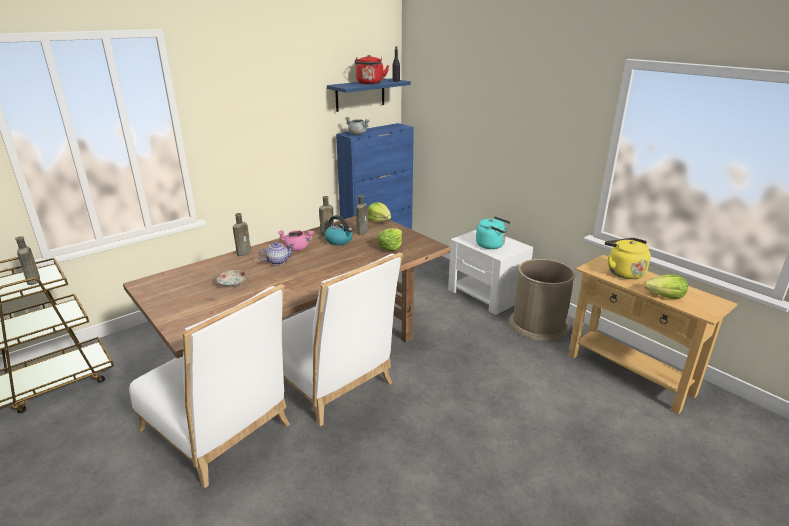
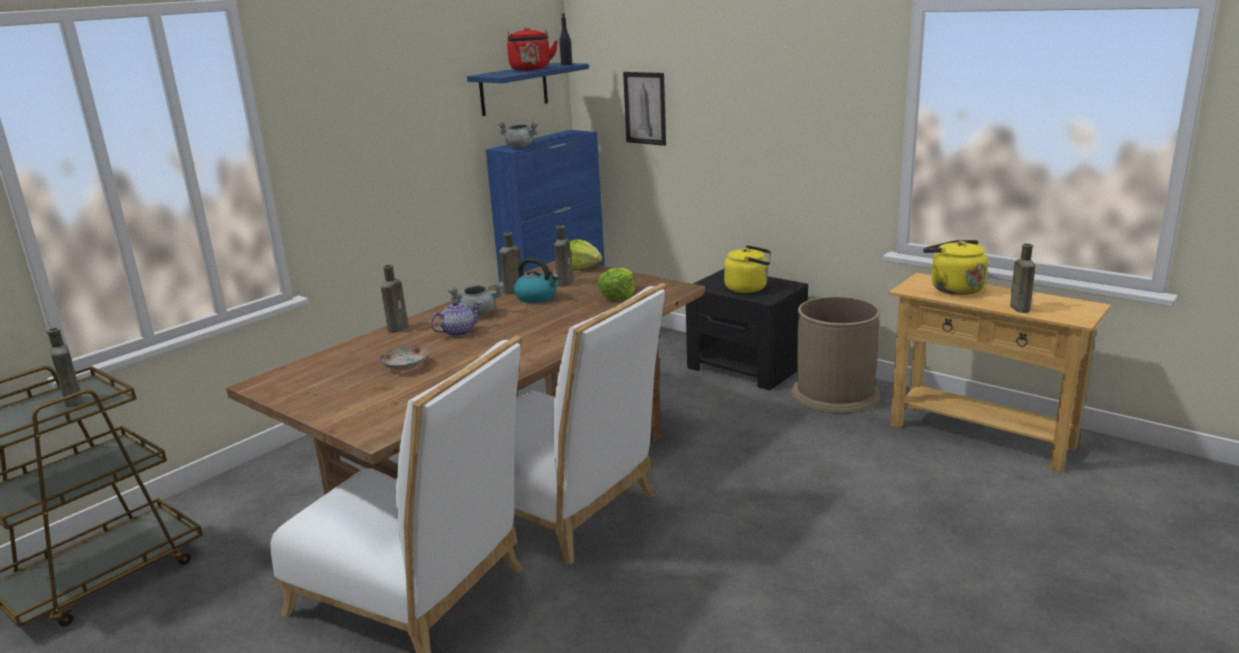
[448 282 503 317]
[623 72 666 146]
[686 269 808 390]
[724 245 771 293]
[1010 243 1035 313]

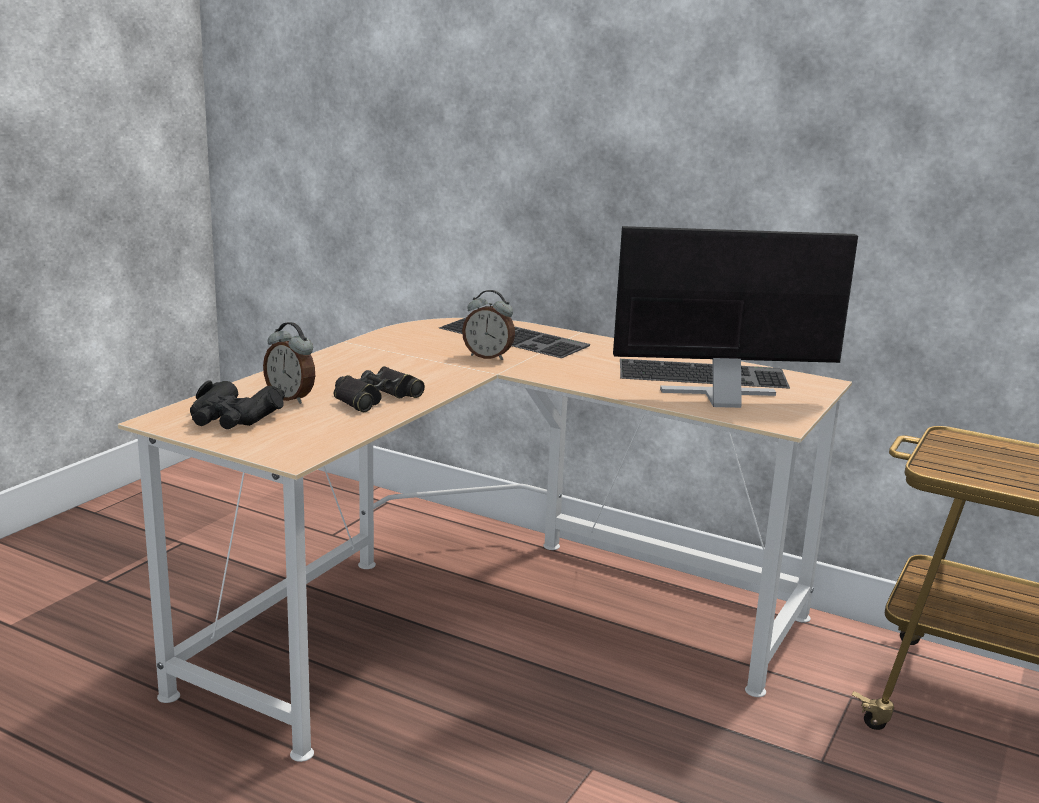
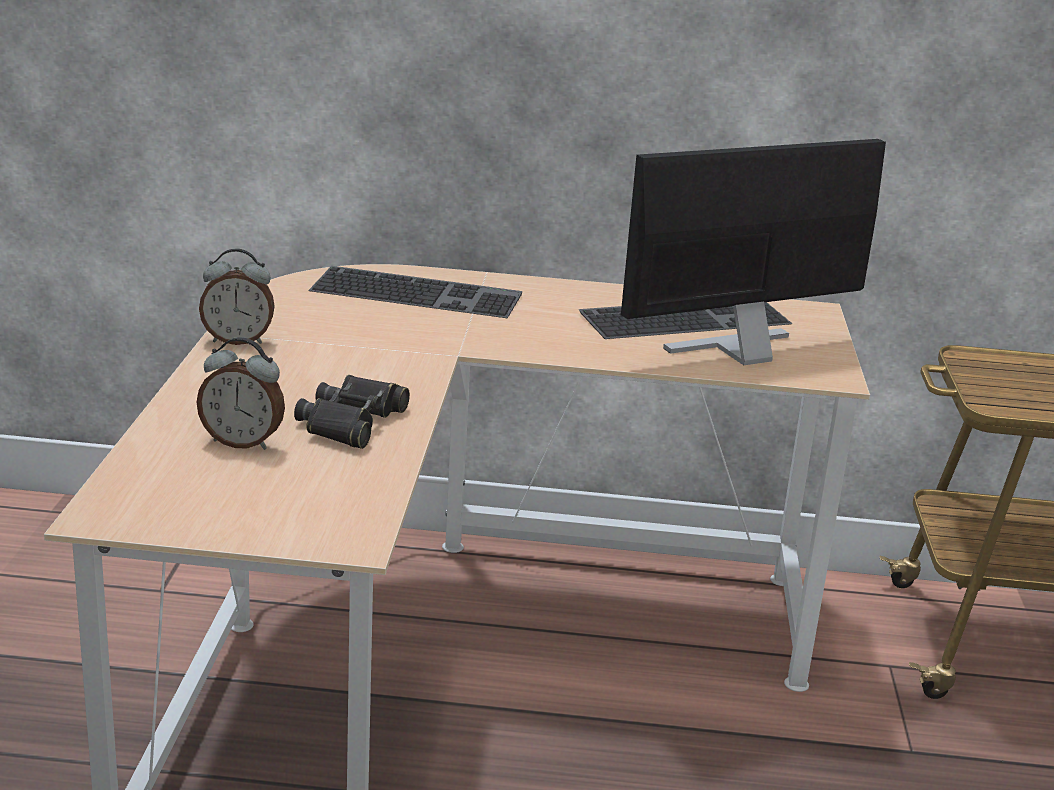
[199 248 275 345]
[190 380 285 429] (first image)

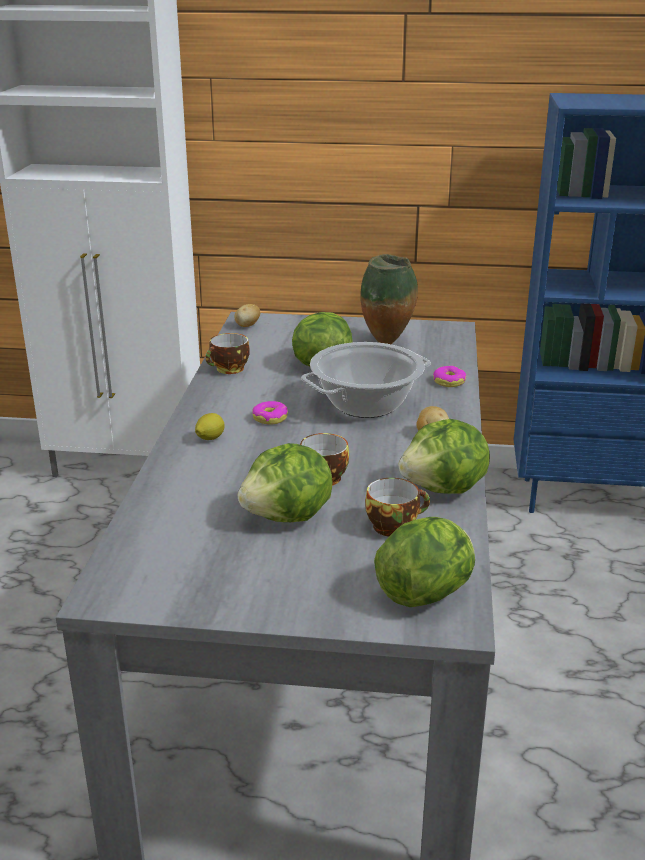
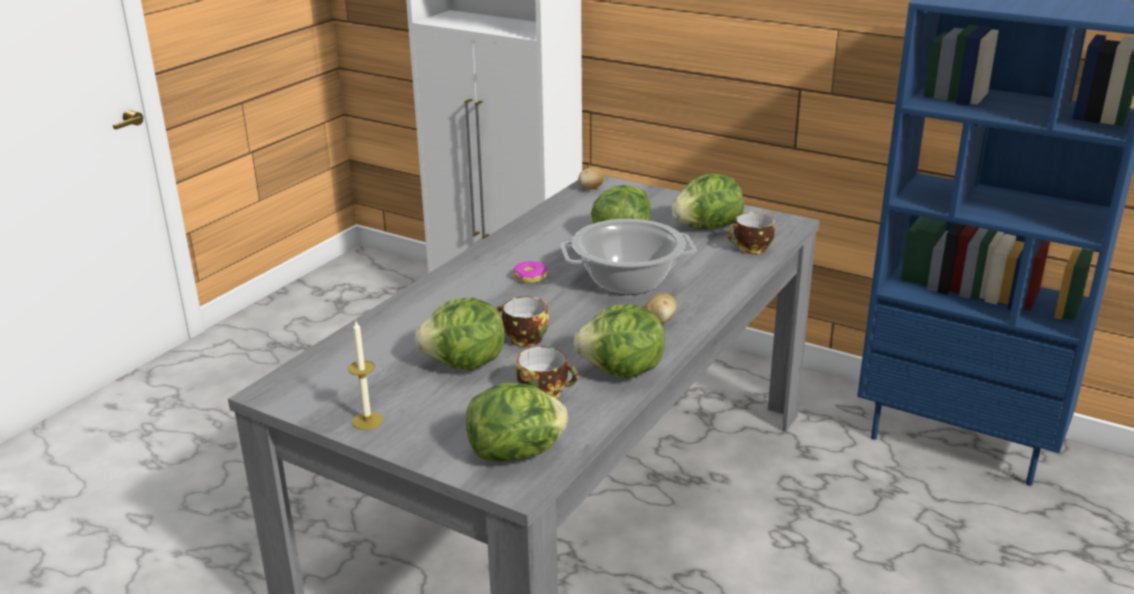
[348 321 383 430]
[672 173 744 229]
[727 212 775 254]
[195 413 224 440] (first image)
[433 366 466 387] (first image)

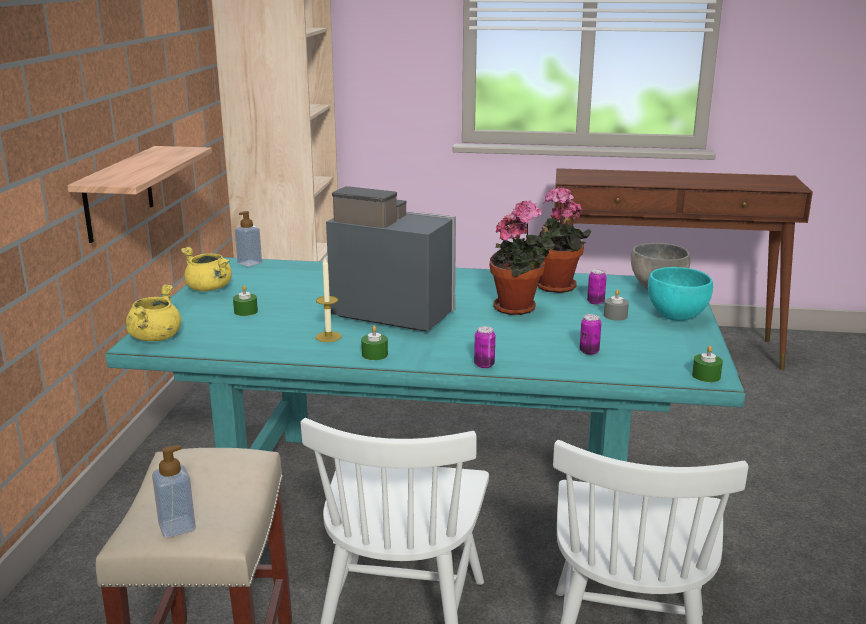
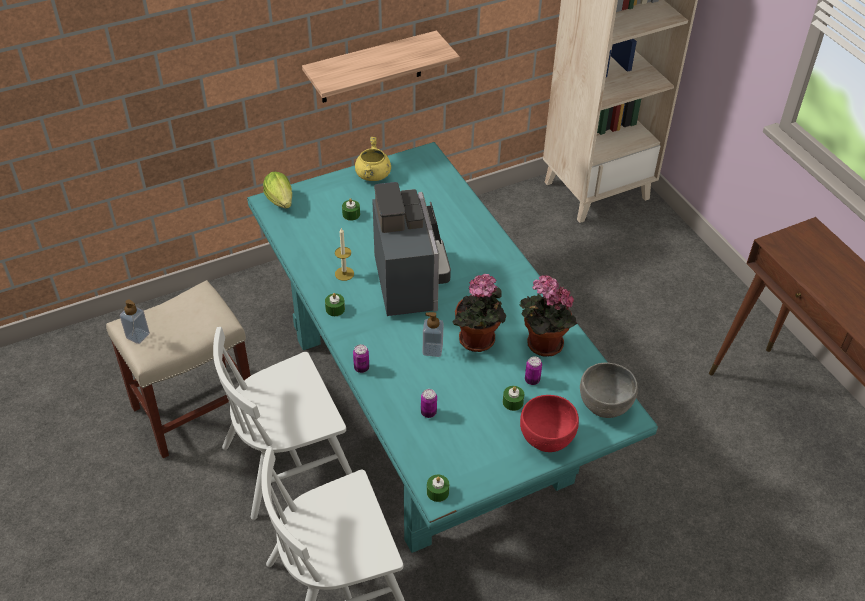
[263 172 292 209]
[423 312 444 357]
[503 386 524 411]
[520 395 579 452]

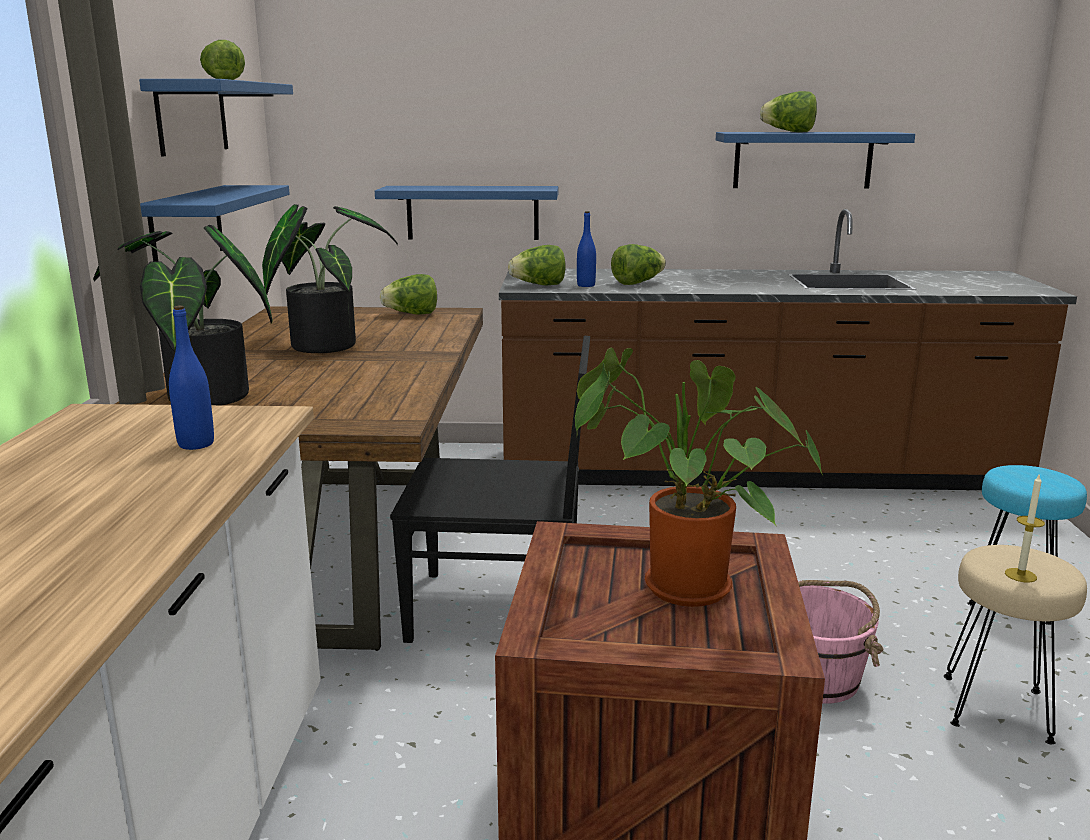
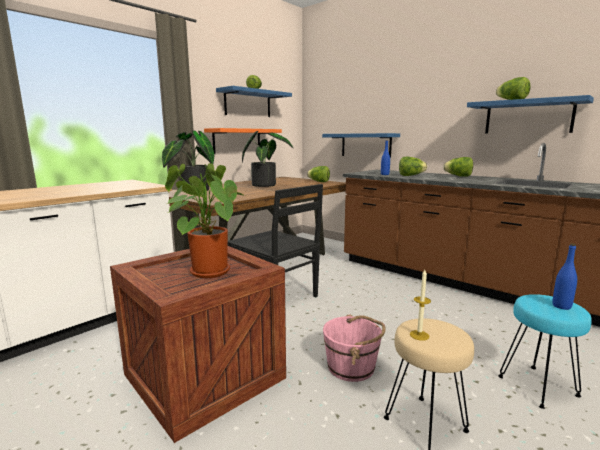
[204 128 282 154]
[443 157 473 177]
[552 244 577 310]

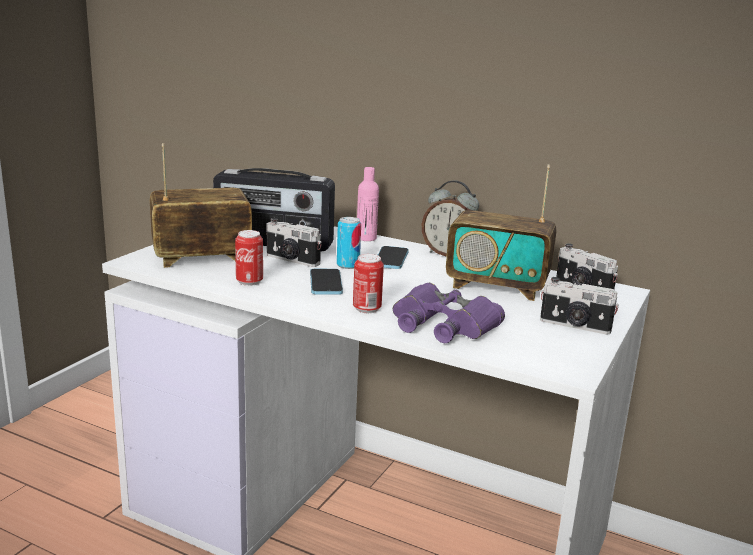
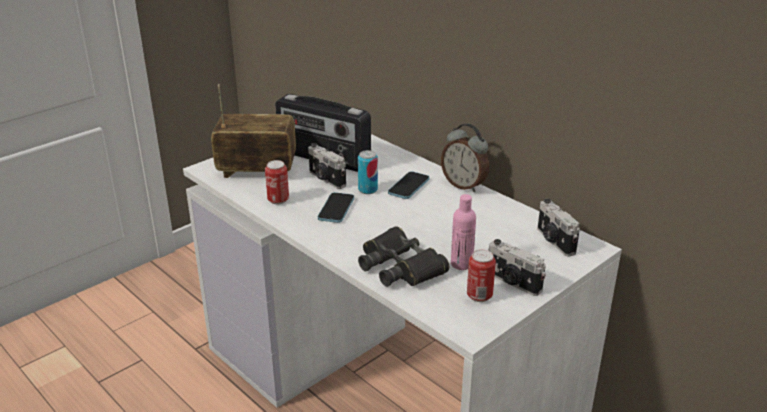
[358 226 449 287]
[451 194 476 270]
[467 249 496 302]
[446 165 556 301] (first image)

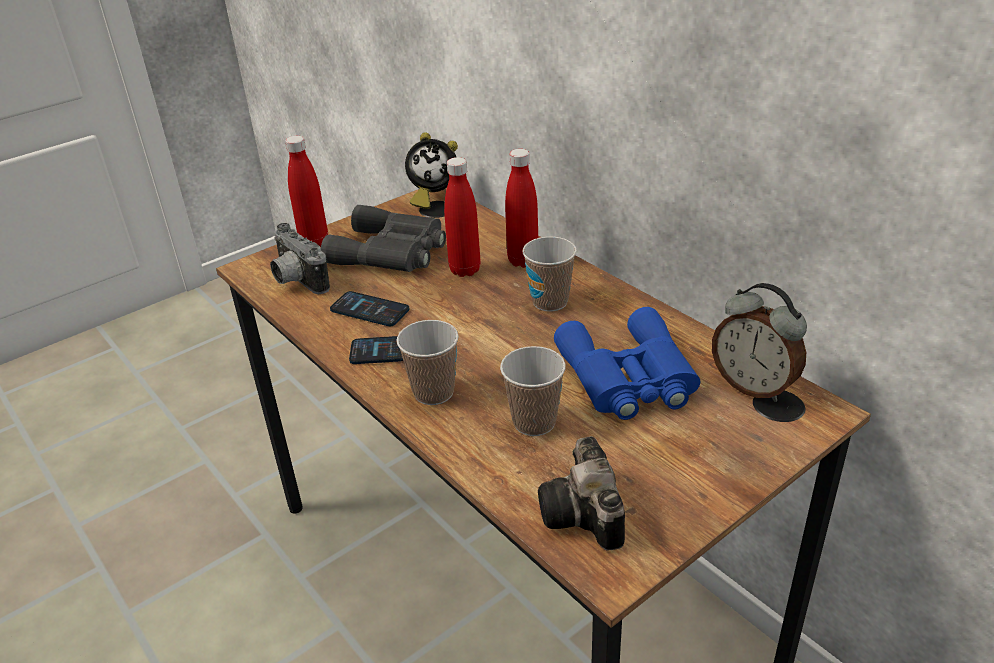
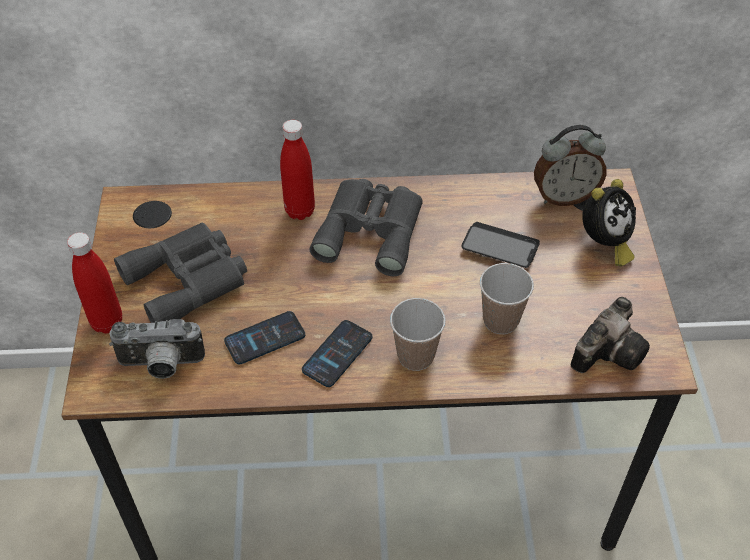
[310 179 423 276]
[462 222 540 268]
[571 297 650 373]
[582 179 636 266]
[444 157 480 277] (first image)

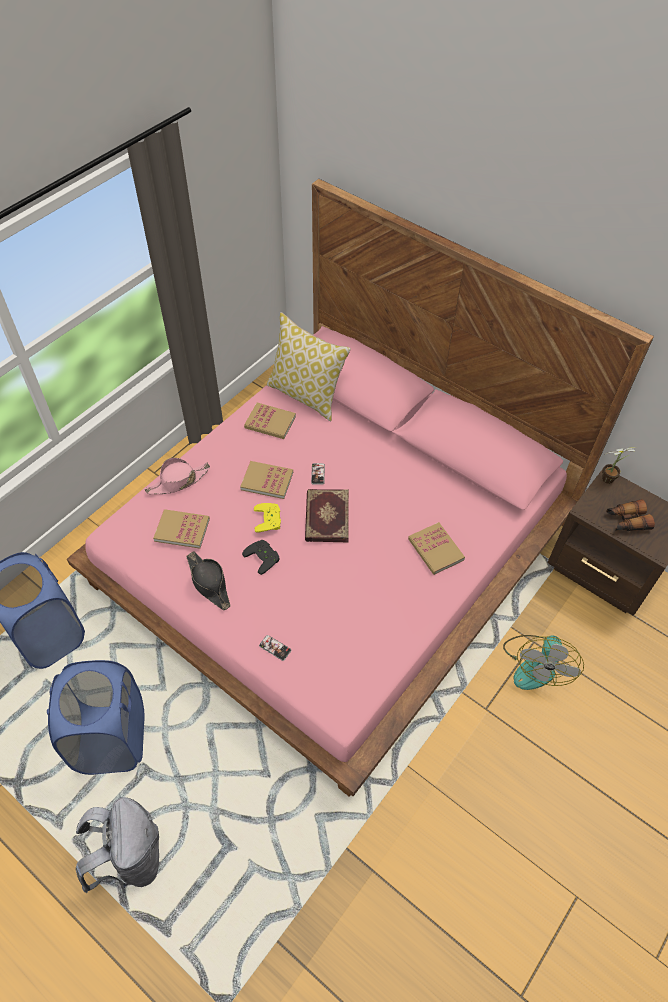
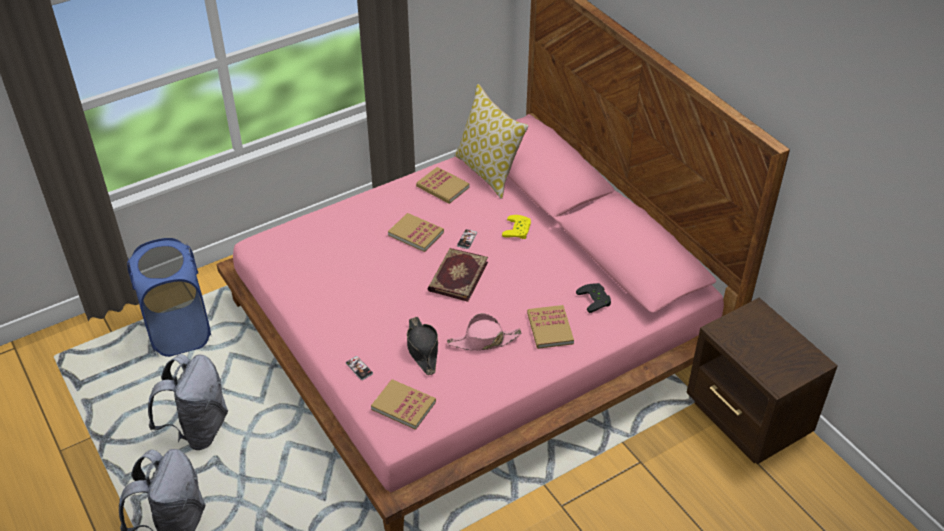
[148 354 228 450]
[371 379 436 430]
[407 317 438 375]
[447 313 521 350]
[502 215 531 239]
[576 283 611 313]
[503 635 584 690] (first image)
[602 447 637 484] (first image)
[606 499 655 531] (first image)

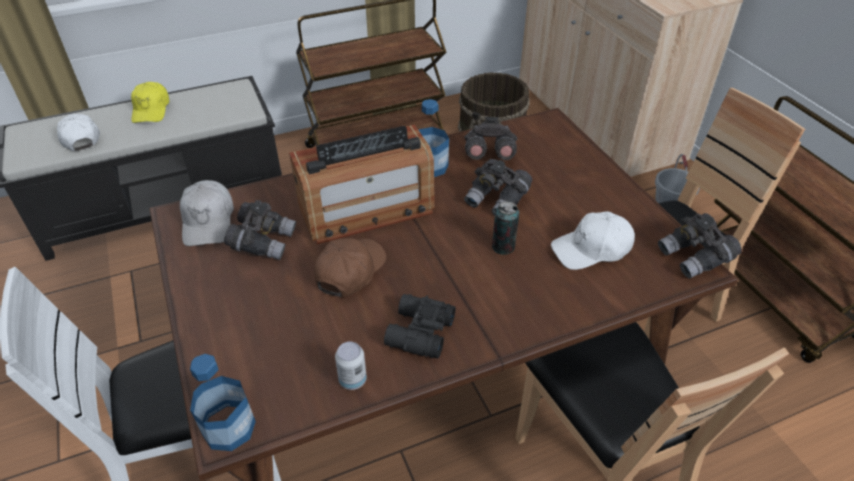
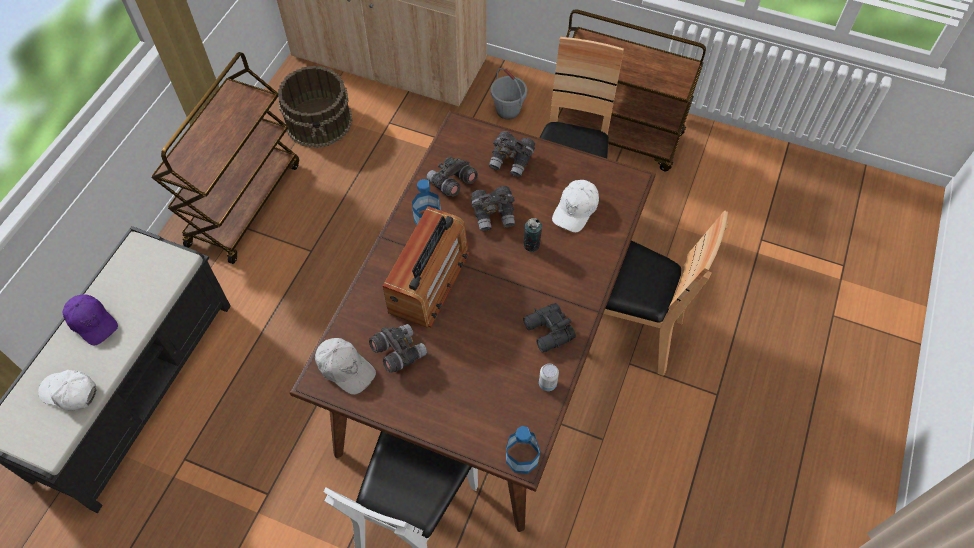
[63 295 118 345]
[489 131 535 177]
[315 238 386 297] (first image)

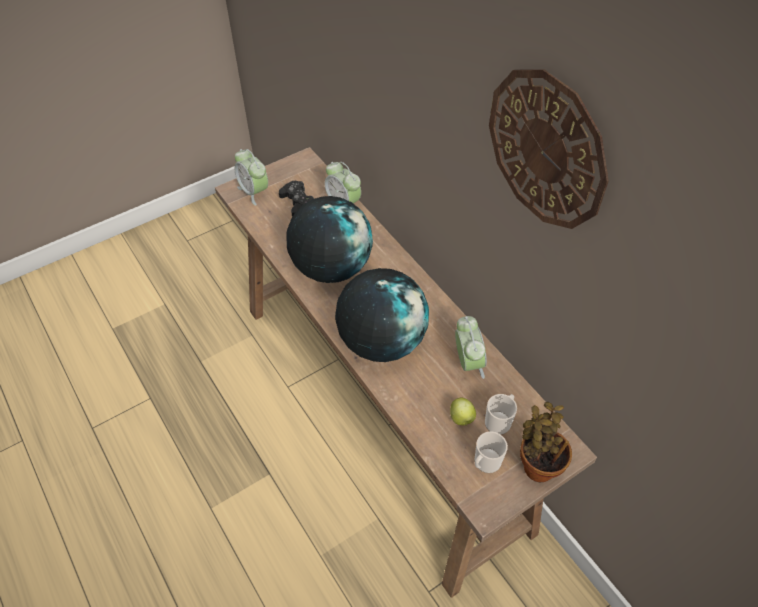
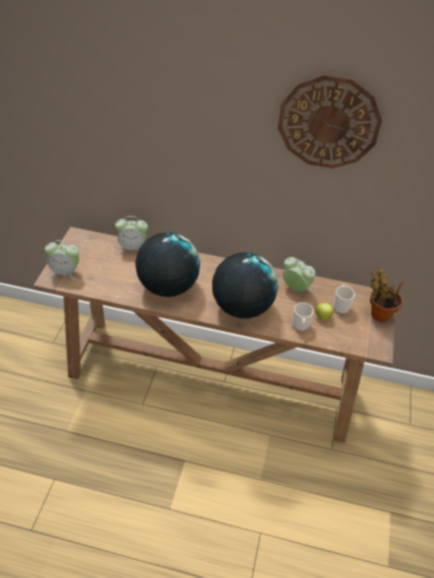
[292 302 314 331]
[279 181 314 216] (first image)

